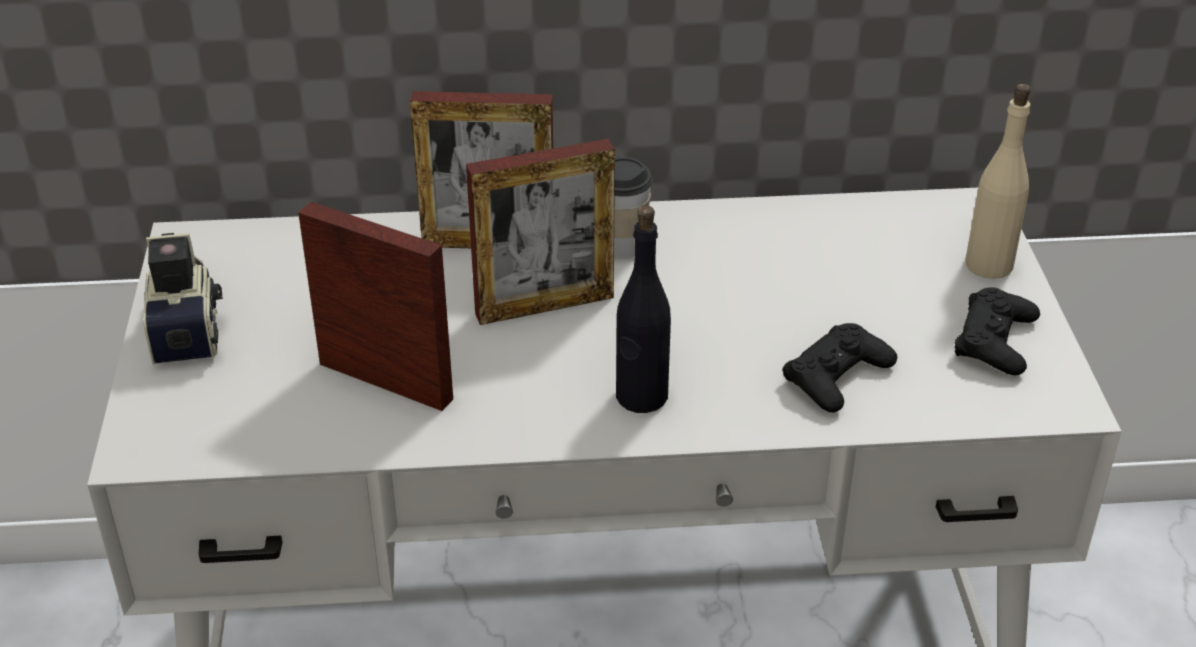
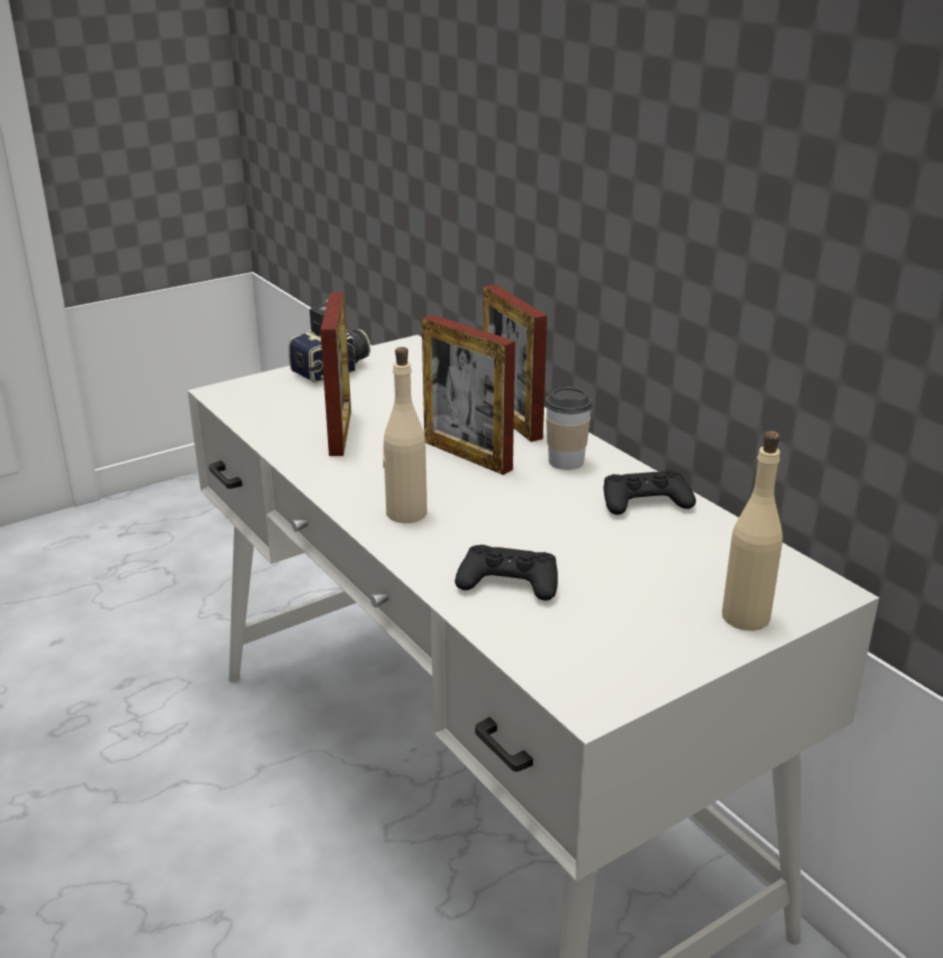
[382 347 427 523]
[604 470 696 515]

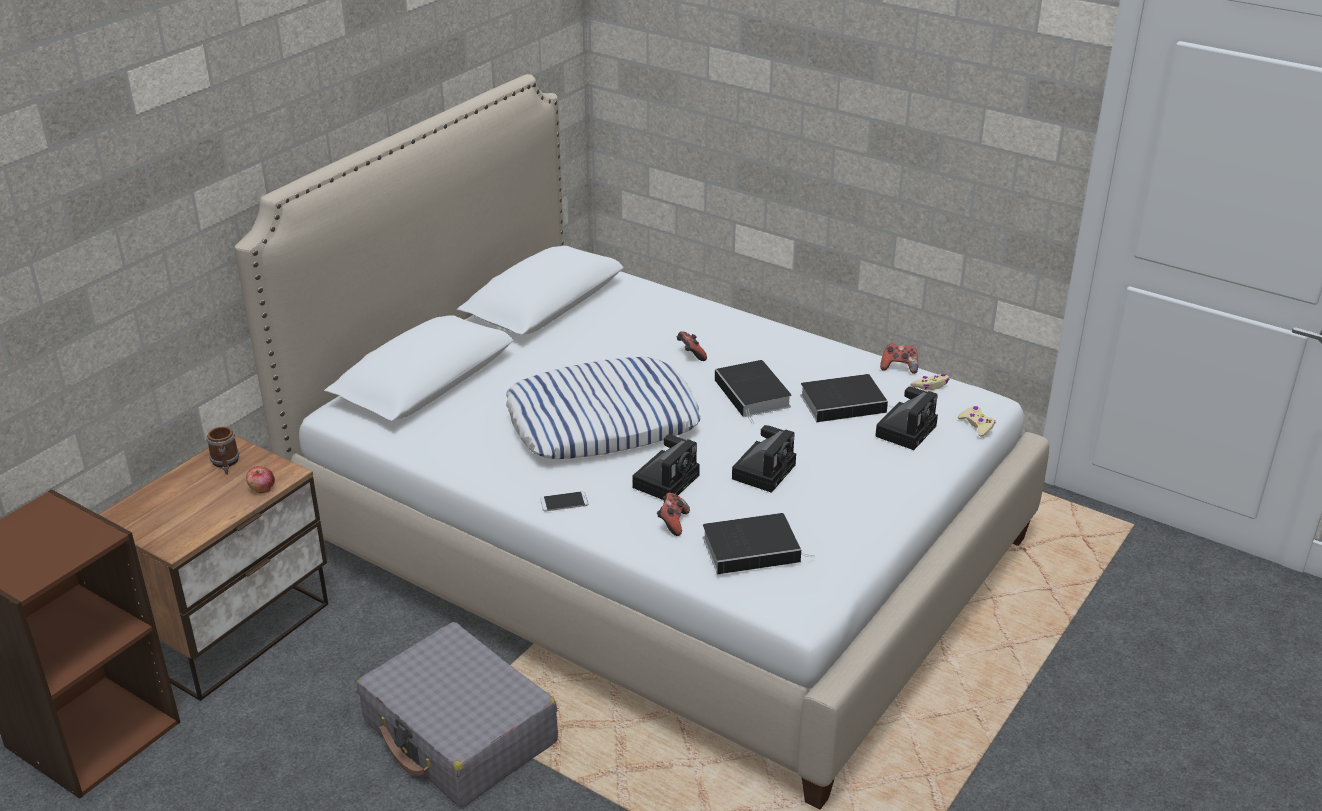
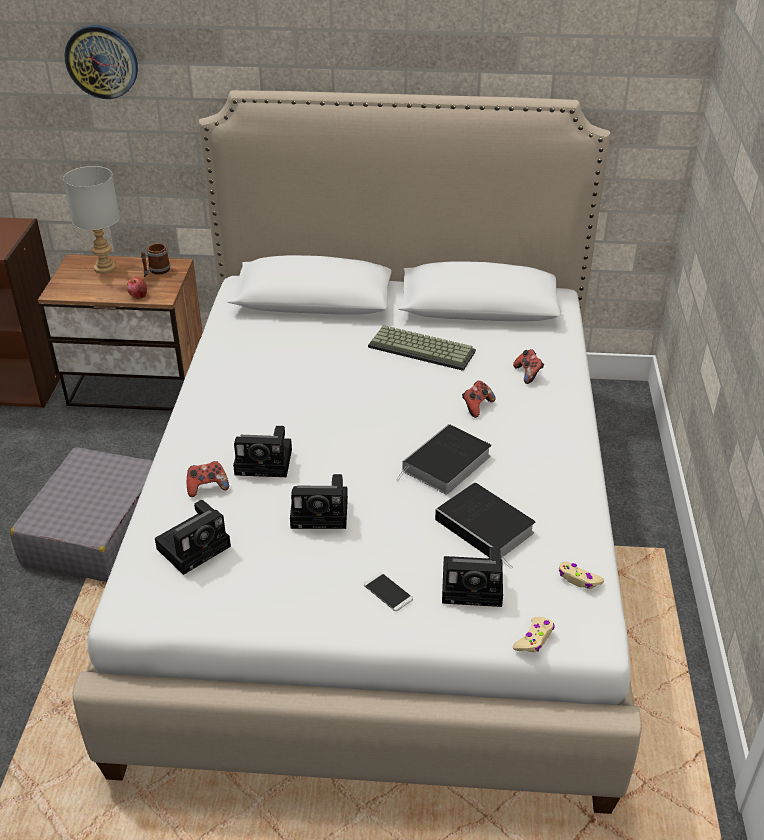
[63 166 120 274]
[64 25 138 99]
[155 500 231 575]
[364 573 413 611]
[368 325 476 371]
[513 349 544 384]
[506 357 701 459] (first image)

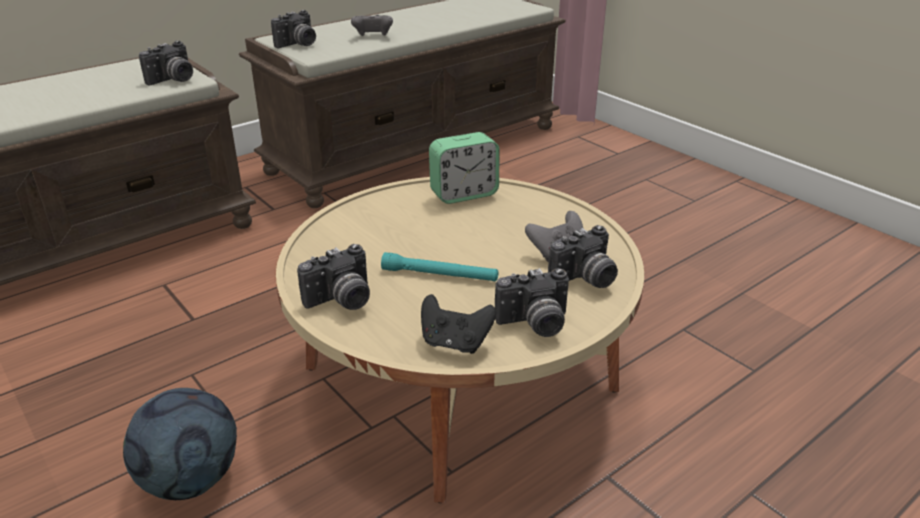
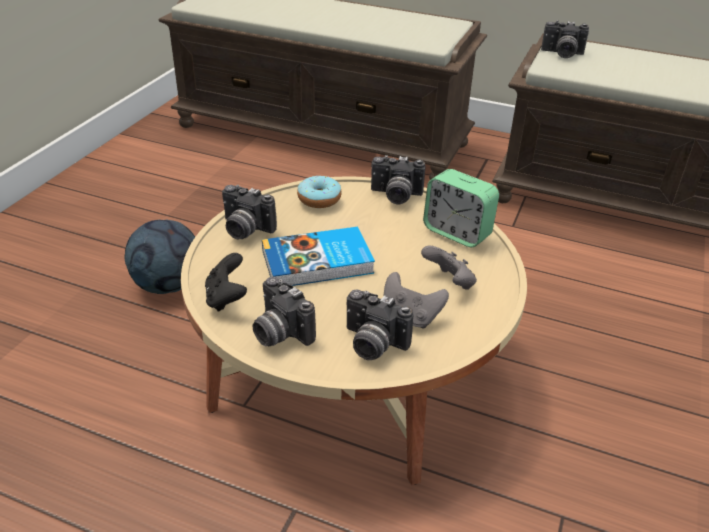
[262 227 375 286]
[297 176 341 208]
[371 155 425 204]
[421 246 477 290]

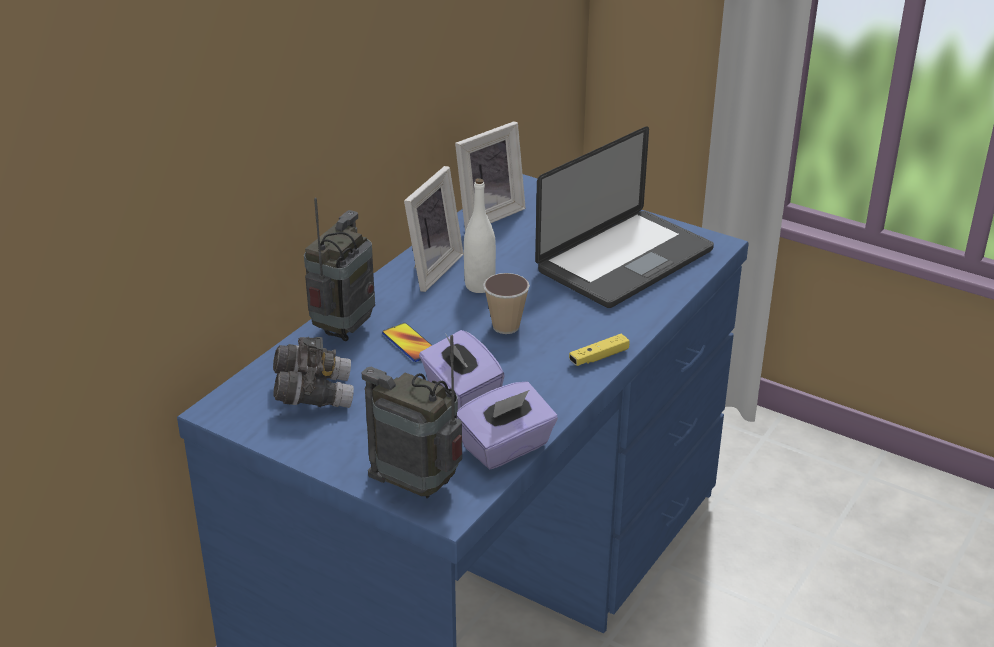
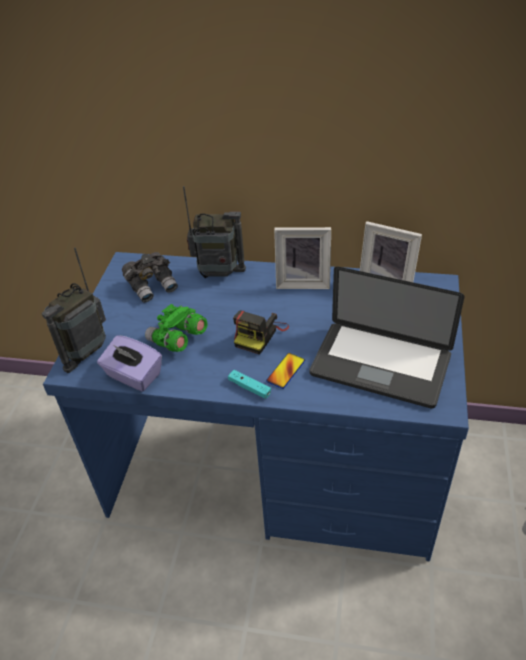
[42 248 106 373]
[145 304 207 352]
[228 370 271 399]
[233 310 289 355]
[266 353 305 389]
[464 178 496 293] (first image)

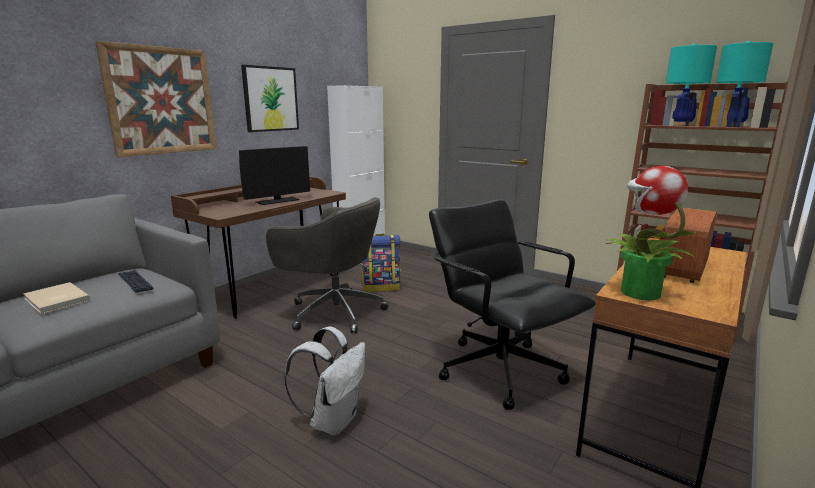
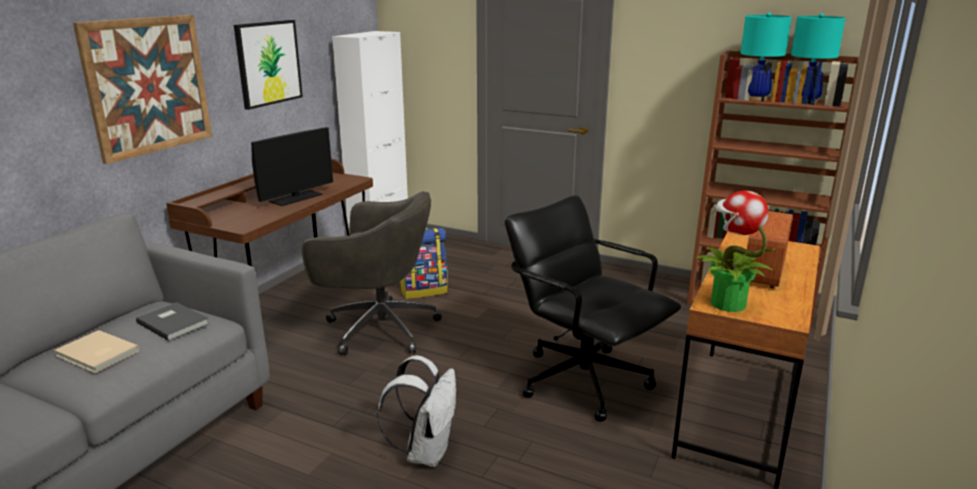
[136 302 209 341]

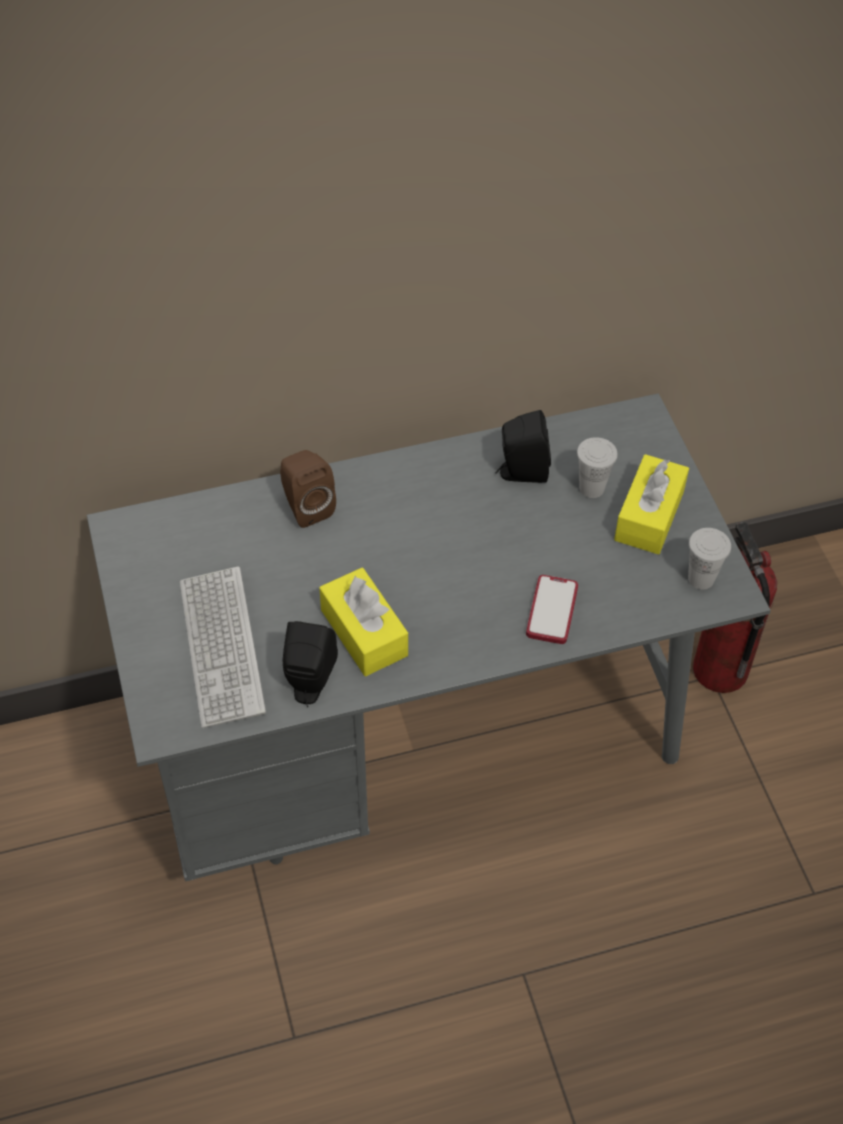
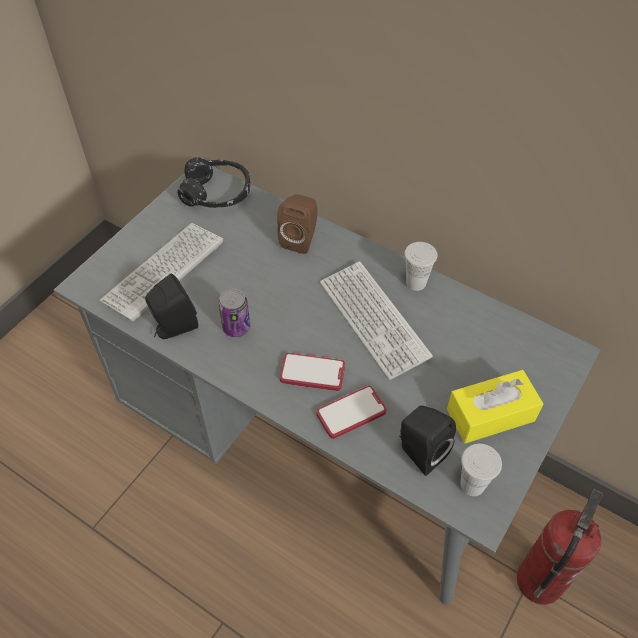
[177 157 250 208]
[218 288 250 337]
[280 353 345 391]
[320 261 433 380]
[399 406 456 476]
[404 242 437 291]

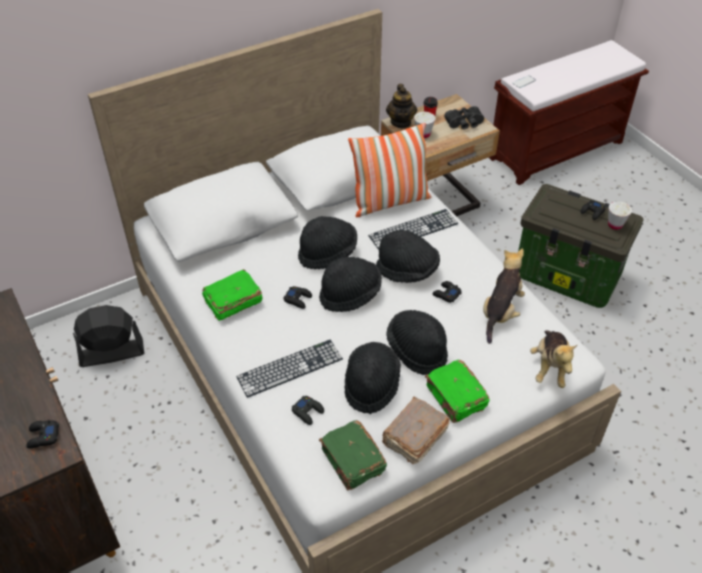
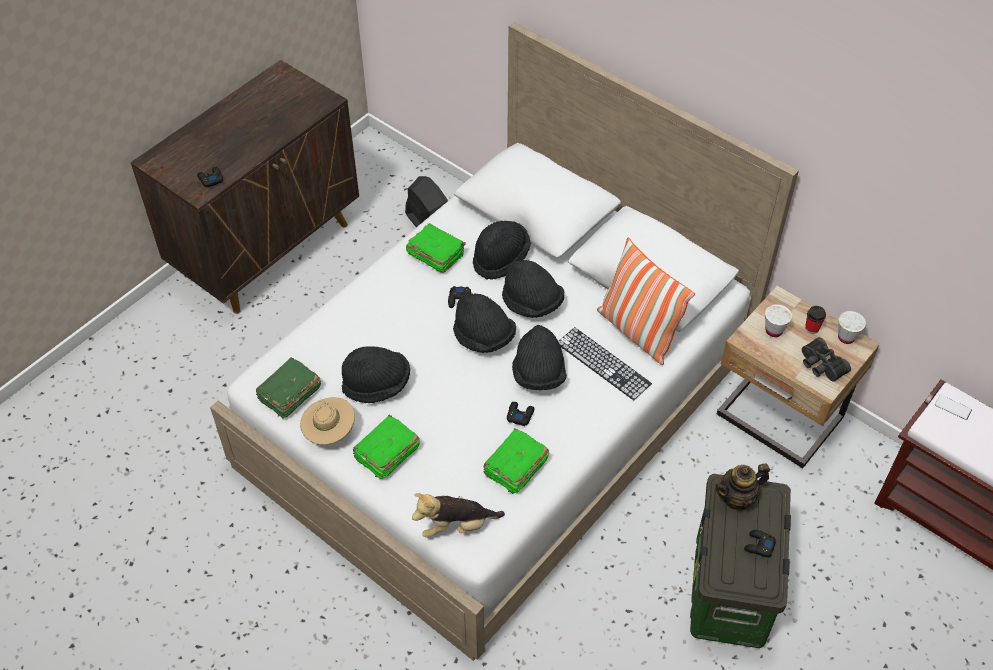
[300 397 355 445]
[473 221 531 280]
[483 428 549 494]
[715 463 770 511]
[838 311 866 344]
[236 340 343 398] (first image)
[292 396 324 425] (first image)

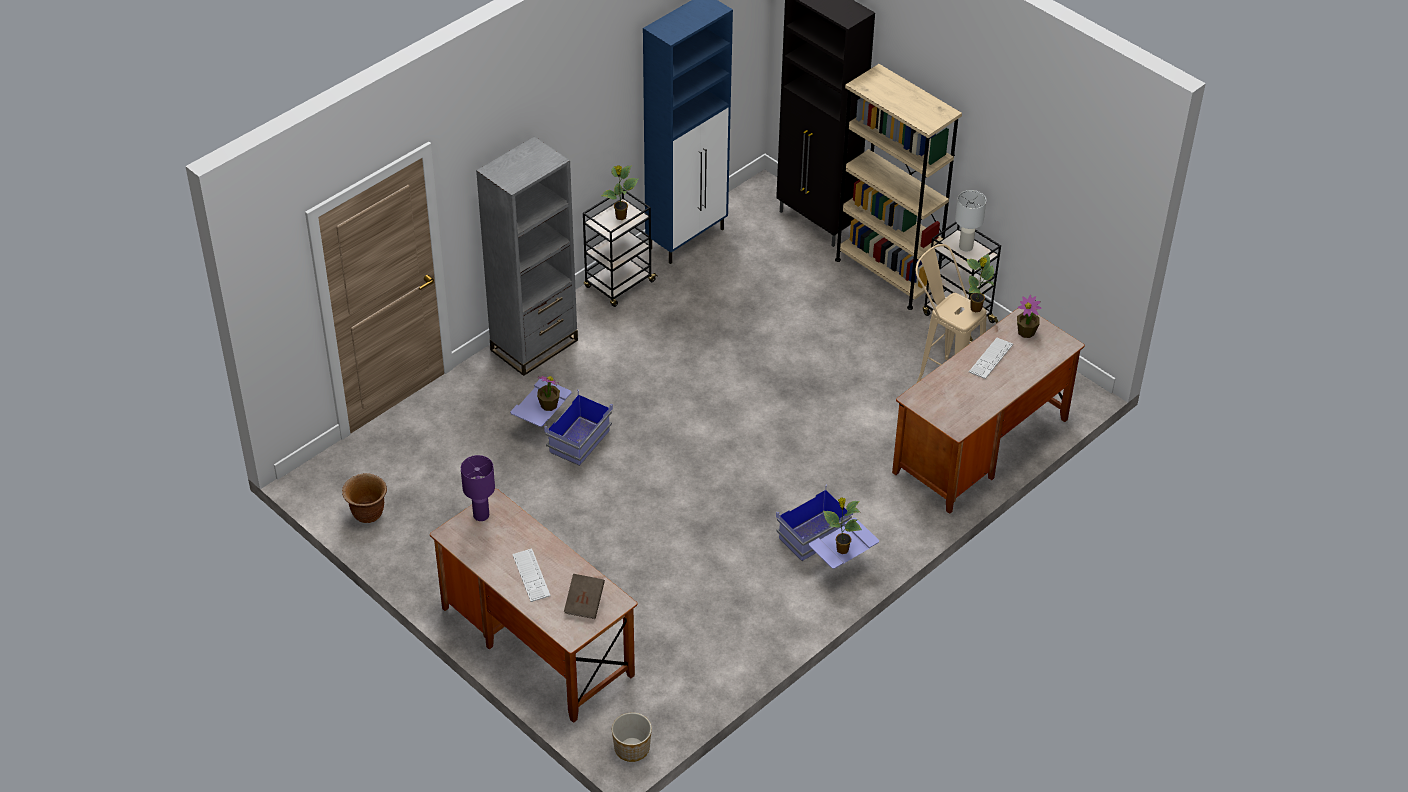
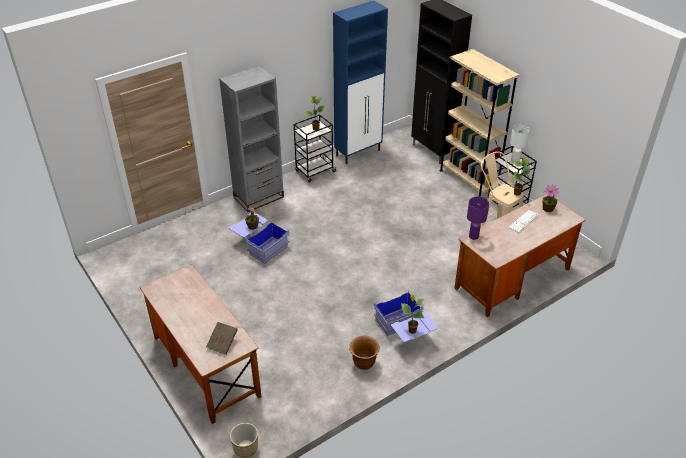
[349 335 380 370]
[467 197 489 240]
[512 548 551 602] (first image)

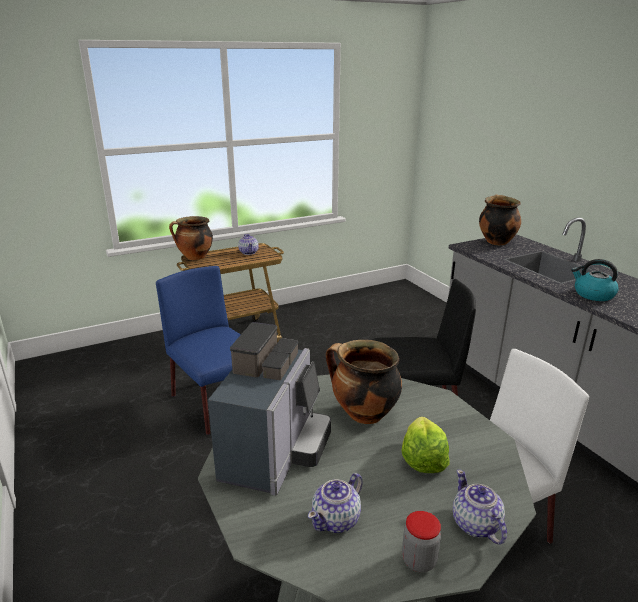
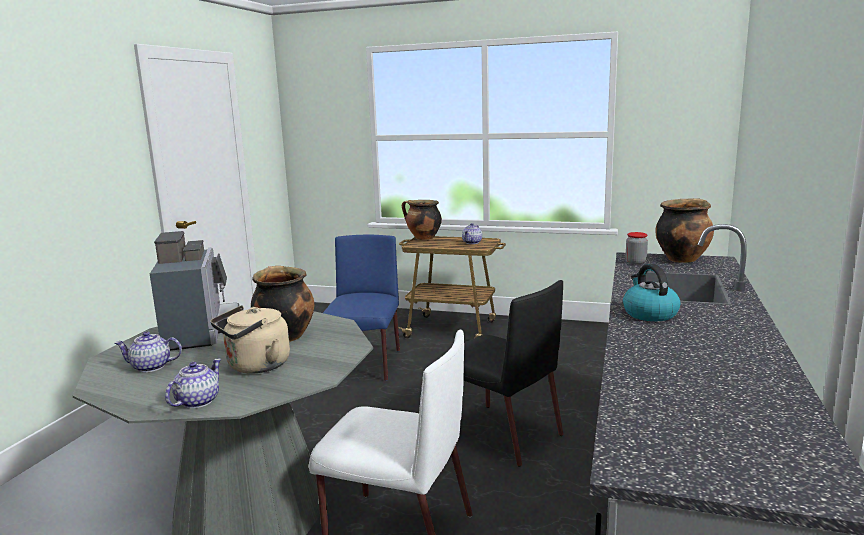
[150 231 239 351]
[210 305 290 374]
[626 232 648 264]

